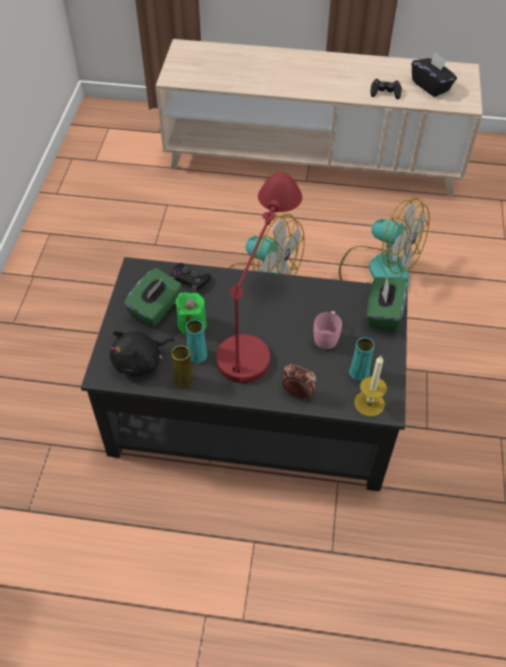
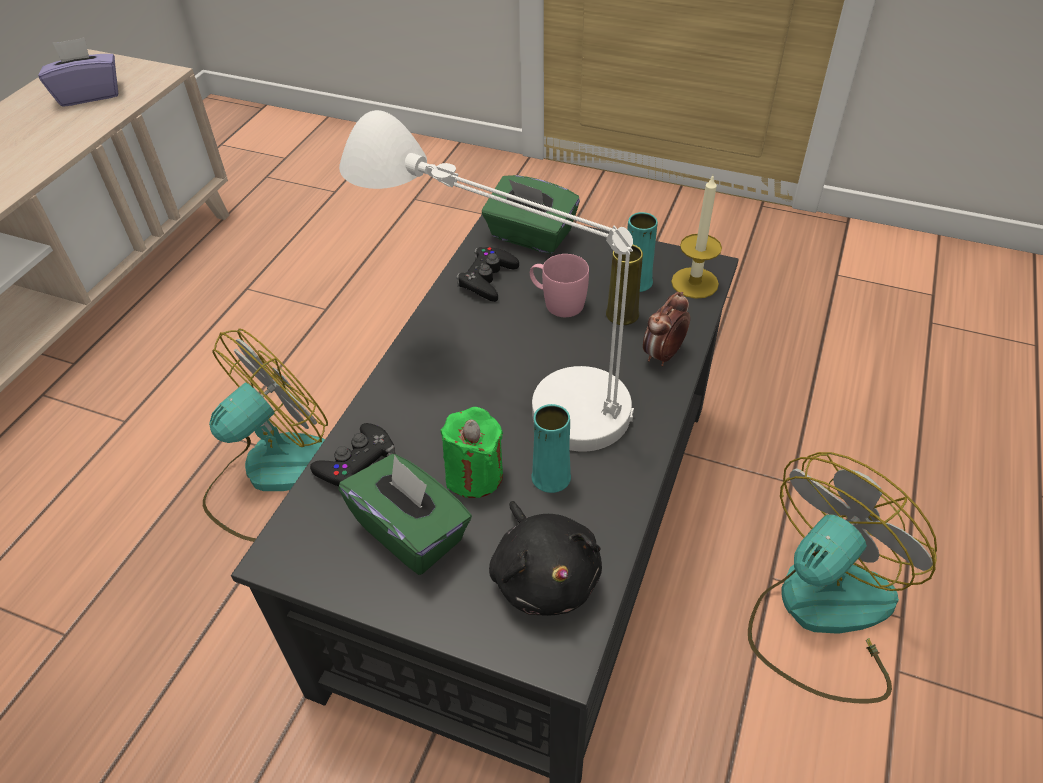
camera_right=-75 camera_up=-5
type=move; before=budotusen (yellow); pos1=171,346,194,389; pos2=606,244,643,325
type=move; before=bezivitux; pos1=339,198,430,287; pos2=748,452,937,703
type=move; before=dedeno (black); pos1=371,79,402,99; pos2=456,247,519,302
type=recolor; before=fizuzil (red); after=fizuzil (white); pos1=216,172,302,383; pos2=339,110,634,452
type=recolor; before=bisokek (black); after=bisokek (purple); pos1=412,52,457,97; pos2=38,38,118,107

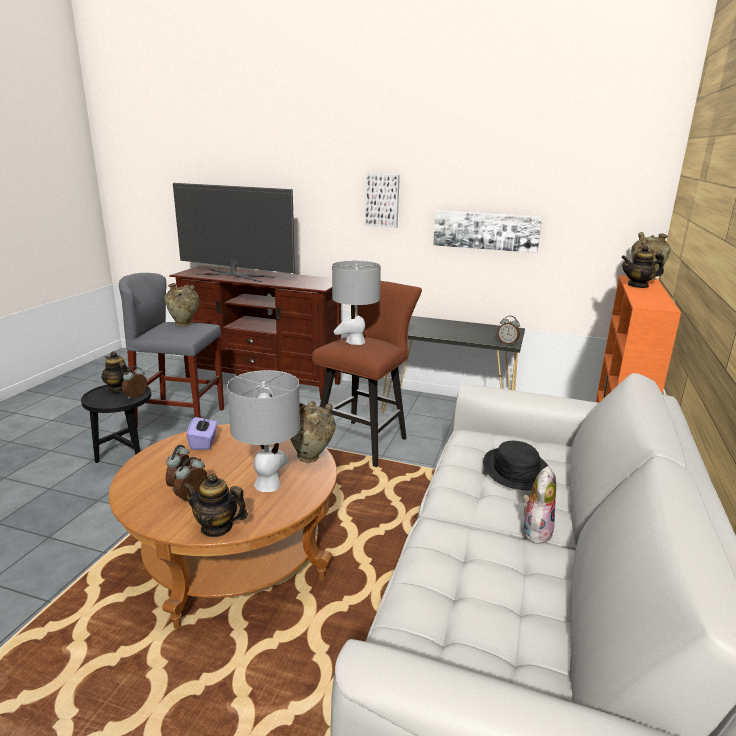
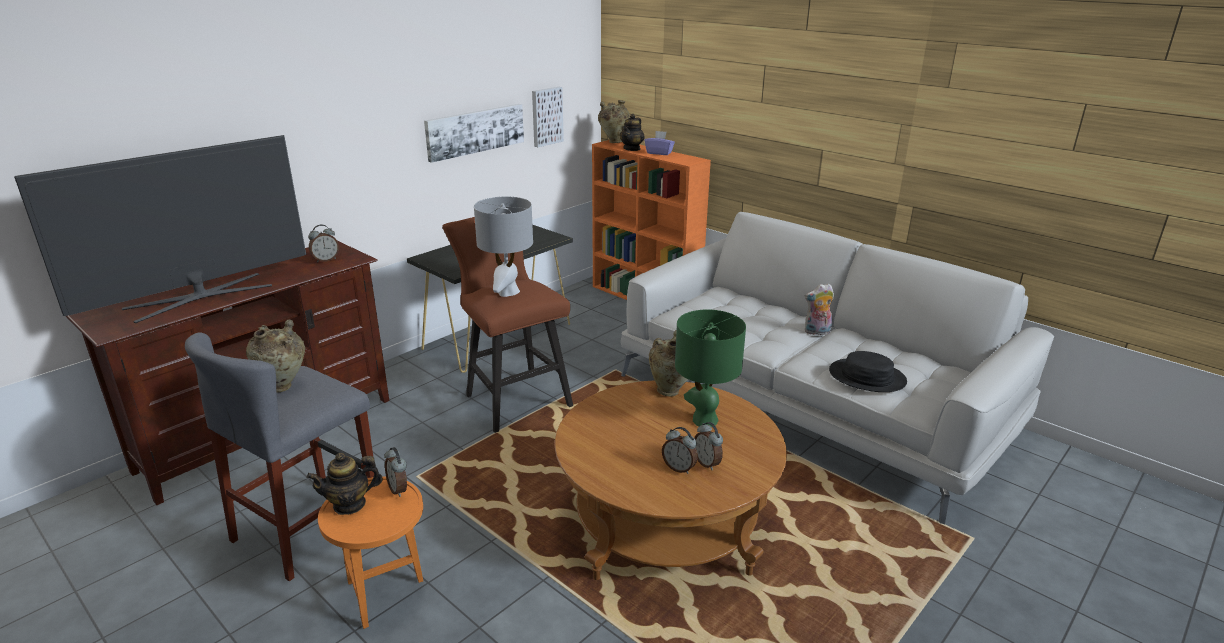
camera_right=-65 camera_up=5
type=delete; before=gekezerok; pos1=183,473,248,537
type=move; before=bisokek (purple); pos1=186,415,217,450; pos2=644,131,675,155
type=move; before=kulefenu; pos1=365,174,400,228; pos2=532,87,564,147
type=move; before=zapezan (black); pos1=483,441,548,490; pos2=829,351,907,392
type=move; before=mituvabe; pos1=497,316,520,345; pos2=308,225,339,263
type=recolor; before=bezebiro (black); after=bezebiro (orange); pos1=81,384,151,463; pos2=318,476,423,629
type=recolor; before=fizuzil (grey); after=fizuzil (green); pos1=227,370,300,492; pos2=675,309,746,427
type=rotate; before=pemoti; pos1=523,466,556,544; pos2=805,284,834,335; turn=-60

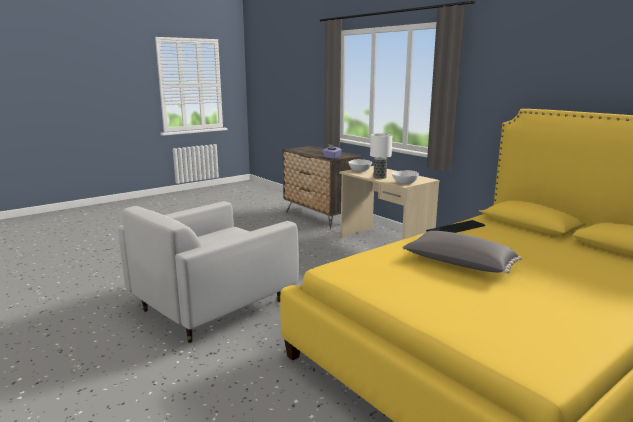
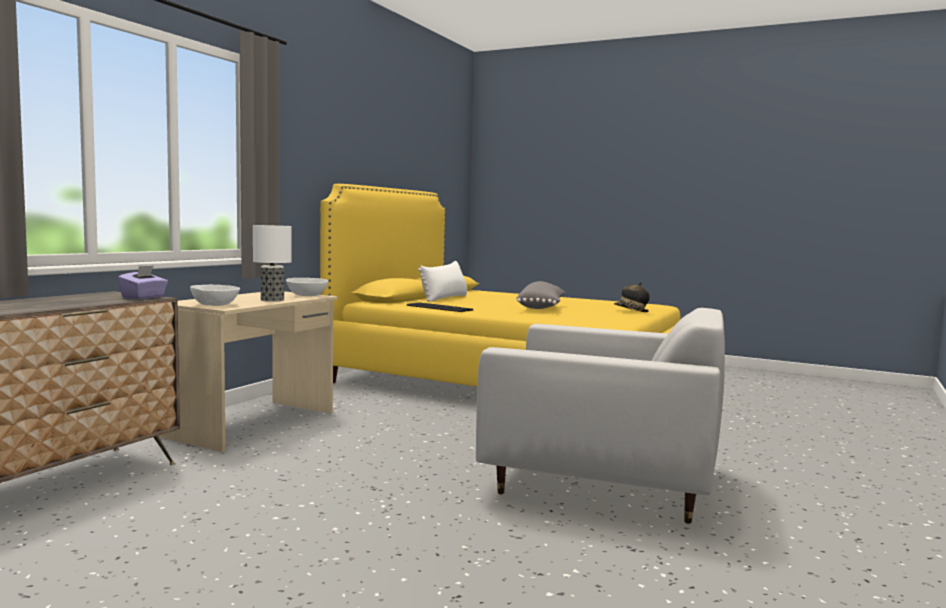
camera_right=-115 camera_up=-10
type=insert; after=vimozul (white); pos2=418,261,467,302
type=insert; after=zapezan; pos2=614,282,650,312

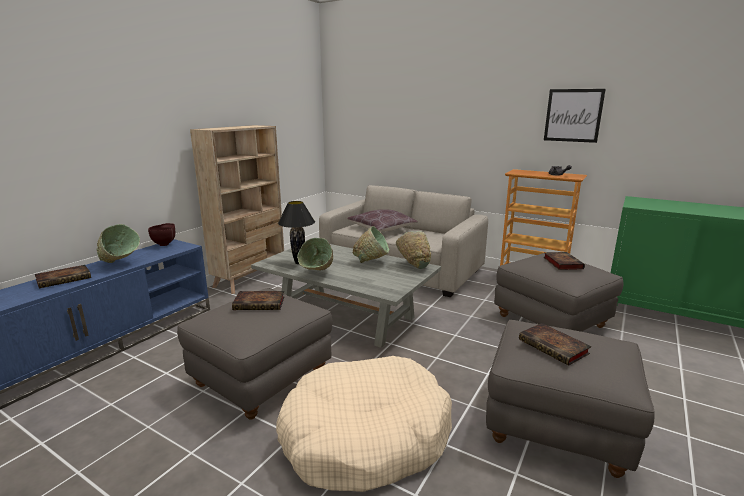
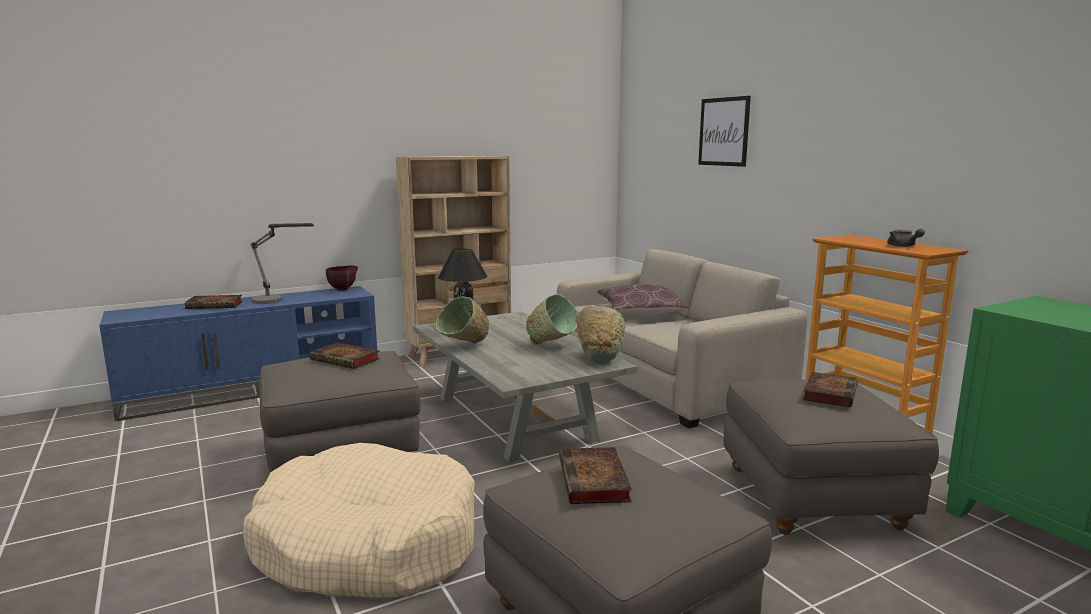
camera_right=30 camera_up=-5
type=move; before=kulefenu; pos1=544,89,606,143; pos2=698,96,751,167
type=replace; before=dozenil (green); after=fizuzil; pos1=97,224,140,263; pos2=250,223,314,304

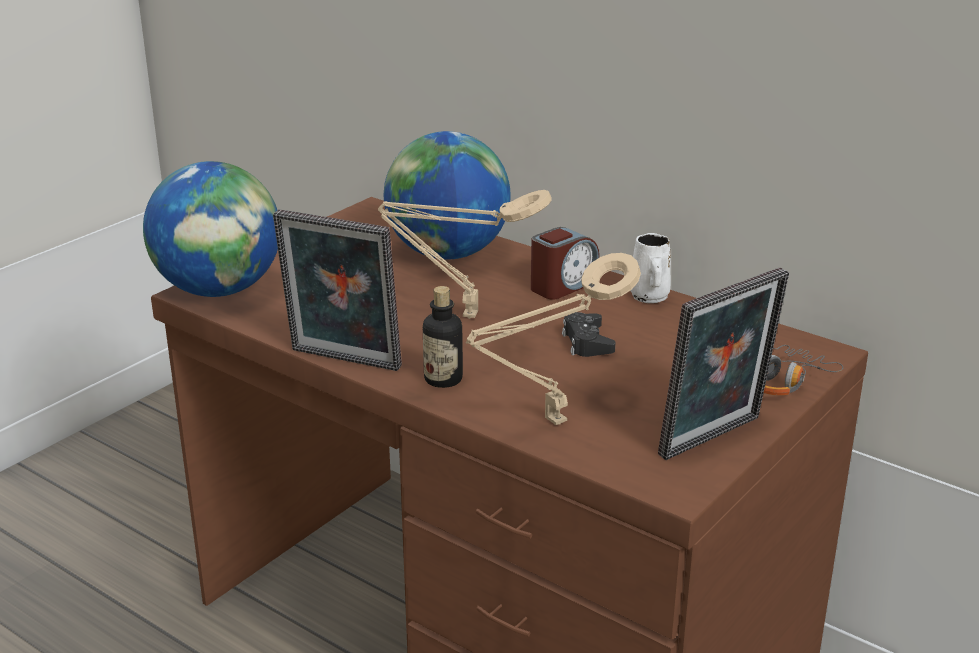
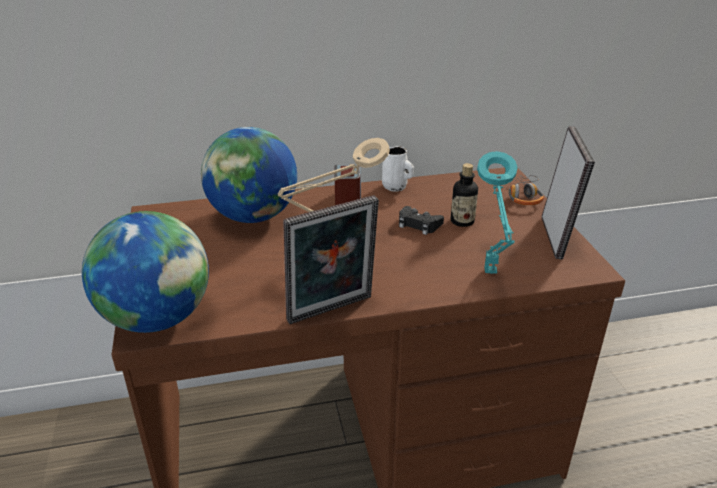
camera_right=-50 camera_up=5
type=move; before=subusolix; pos1=423,286,463,388; pos2=451,163,478,227
type=recolor; before=fizuzil (beige); after=fizuzil (turquoise); pos1=466,253,641,425; pos2=477,151,518,274

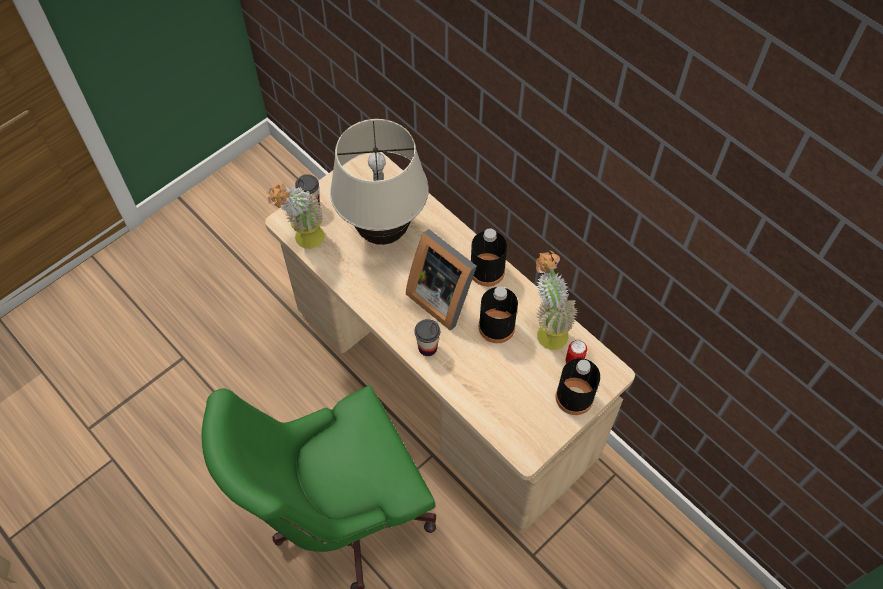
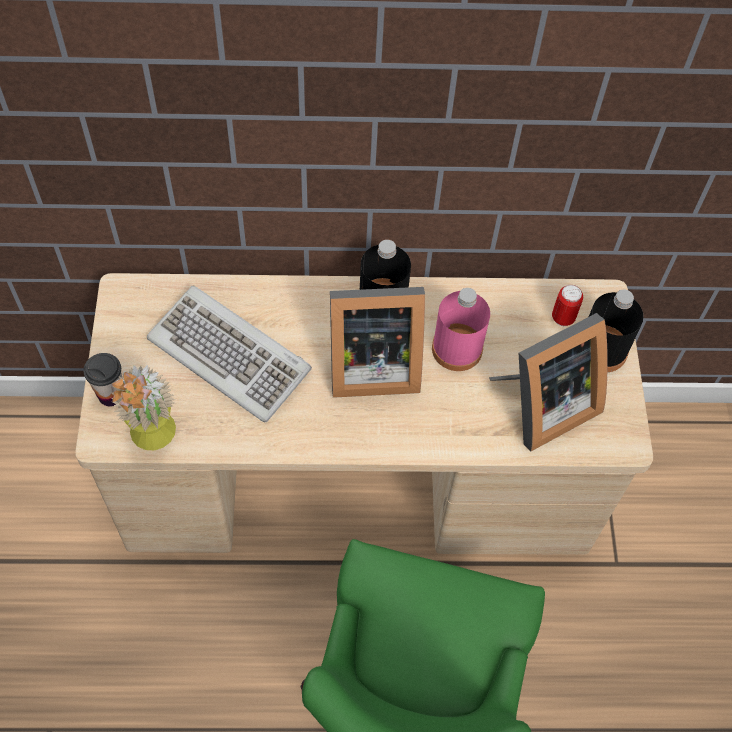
camera_right=-50 camera_up=0
type=delete; before=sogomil; pos1=414,319,440,356
type=delete; before=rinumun; pos1=536,251,578,350
type=insert; after=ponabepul; pos2=489,313,608,451
type=replace; before=fizuzil (beige); after=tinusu; pos1=330,119,429,245; pos2=147,285,312,423
type=recolor; before=subusolix (black); after=subusolix (pink); pos1=479,286,518,343; pos2=432,288,490,371

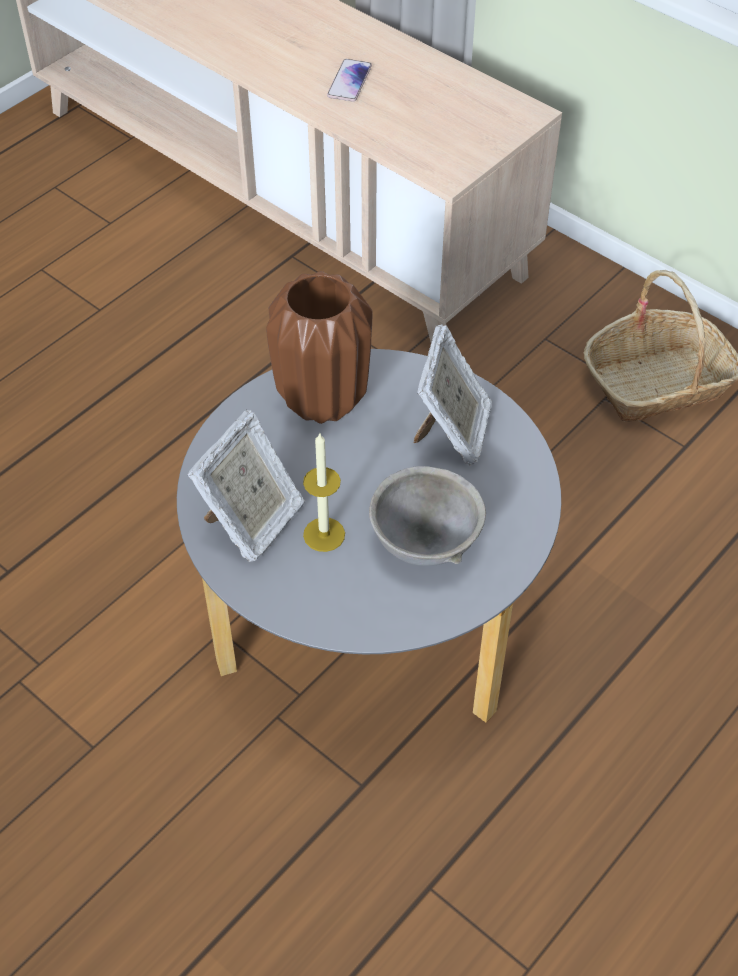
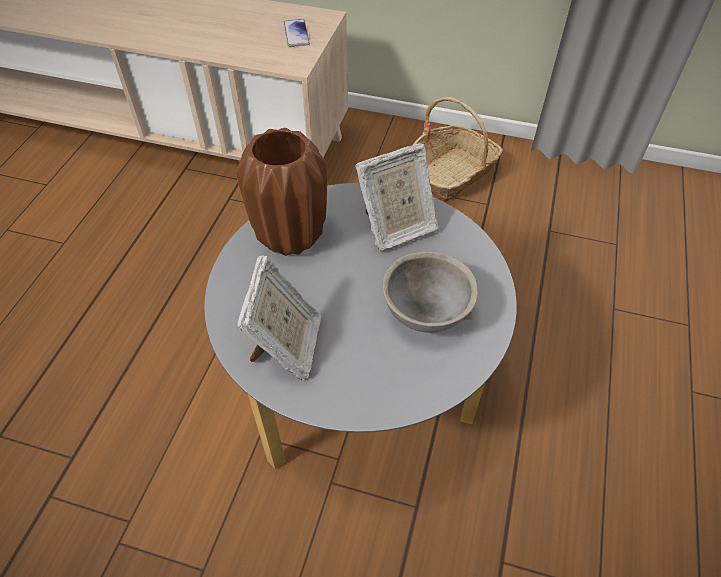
camera_right=-25 camera_up=0
type=delete; before=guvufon; pos1=303,432,345,552
type=move; before=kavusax; pos1=327,59,372,102; pos2=284,19,310,47
type=rotate; before=ponabepul; pos1=414,324,493,466; pos2=355,143,439,251; turn=75

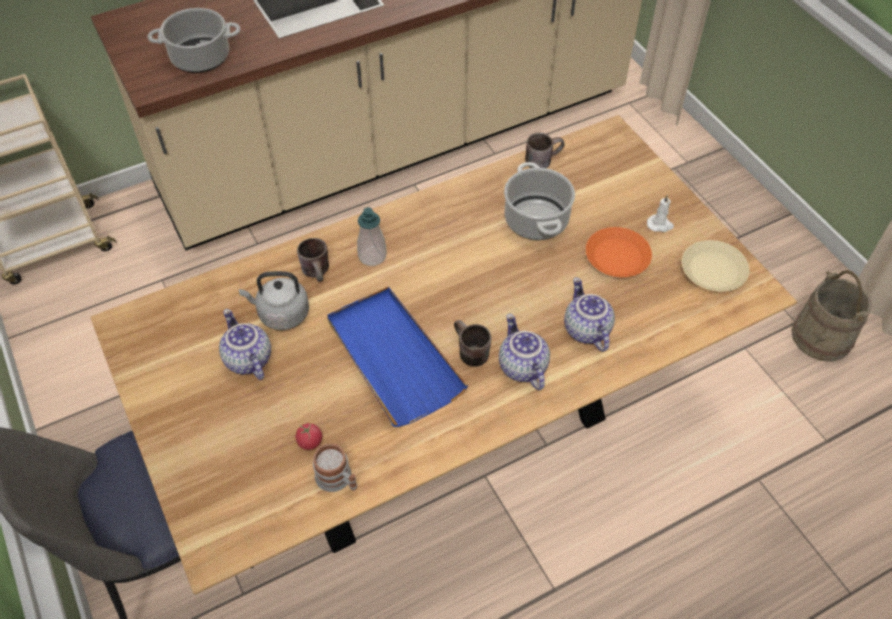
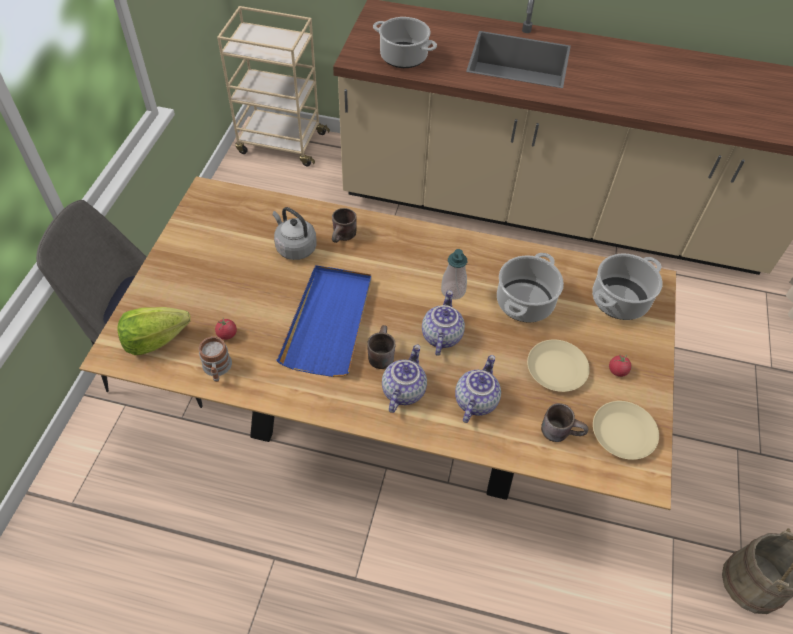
camera_right=40 camera_up=0
type=insert; after=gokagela; pos2=117,307,191,355
type=insert; after=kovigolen; pos2=592,253,662,320
type=move; before=gekezerok; pos1=219,309,271,380; pos2=422,290,465,356
type=move; before=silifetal; pos1=357,207,387,266; pos2=441,249,467,300
type=move; before=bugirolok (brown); pos1=525,133,565,168; pos2=541,403,588,442
type=replace; before=guvufon (white); after=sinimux; pos1=647,194,674,232; pos2=609,355,631,377
type=recolor; before=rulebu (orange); after=rulebu (beige); pos1=586,227,652,277; pos2=527,340,590,392

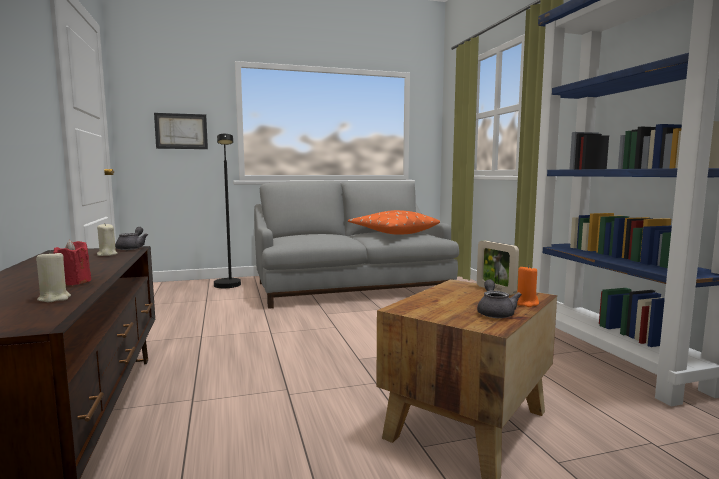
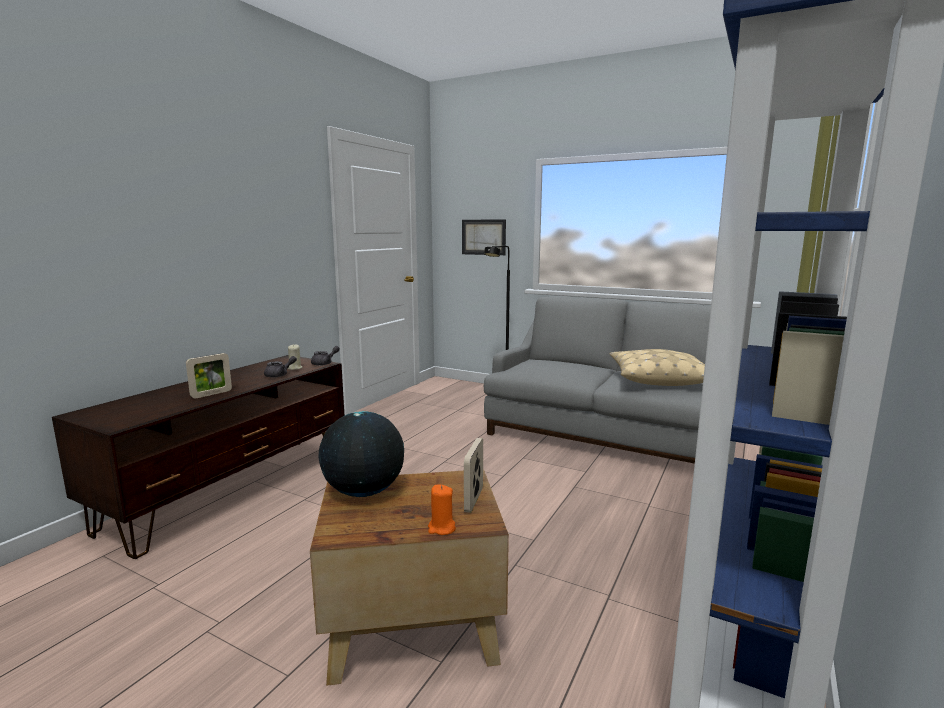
camera_right=45 camera_up=5
type=delete; before=guvufon (beige); pos1=36,250,71,302
type=insert; after=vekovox; pos2=319,411,404,497
type=move; before=gekezerok (grey); pos1=477,279,522,318; pos2=264,356,297,378
type=replace; before=guvufon (red); after=ponabepul; pos1=53,240,91,286; pos2=186,353,232,399
type=recolor; before=vimozul (orange); after=vimozul (beige); pos1=348,210,440,235; pos2=610,349,705,386

